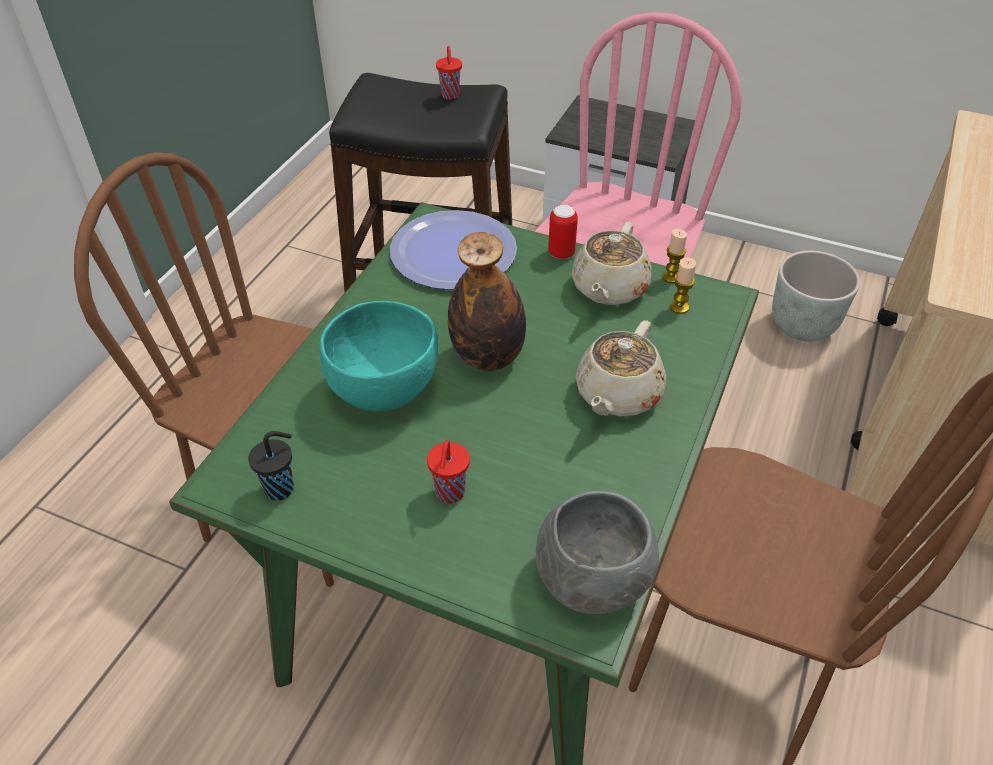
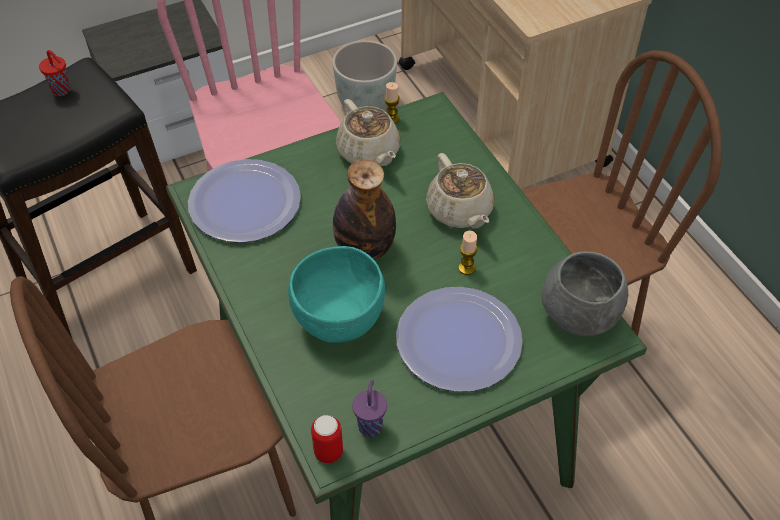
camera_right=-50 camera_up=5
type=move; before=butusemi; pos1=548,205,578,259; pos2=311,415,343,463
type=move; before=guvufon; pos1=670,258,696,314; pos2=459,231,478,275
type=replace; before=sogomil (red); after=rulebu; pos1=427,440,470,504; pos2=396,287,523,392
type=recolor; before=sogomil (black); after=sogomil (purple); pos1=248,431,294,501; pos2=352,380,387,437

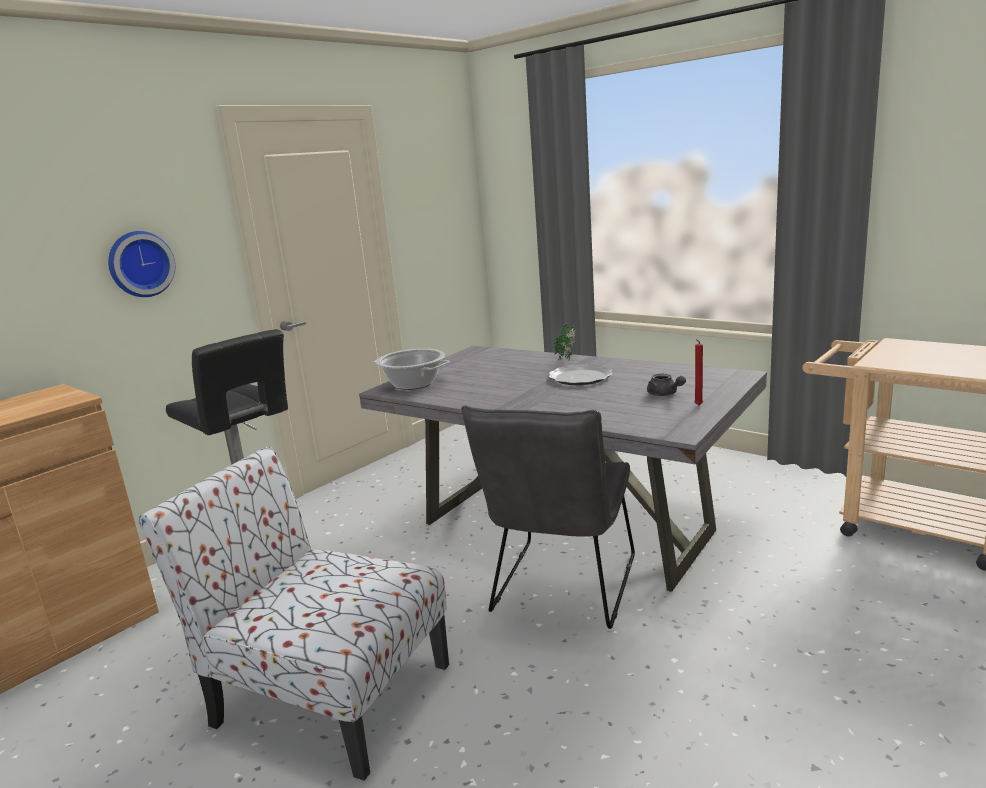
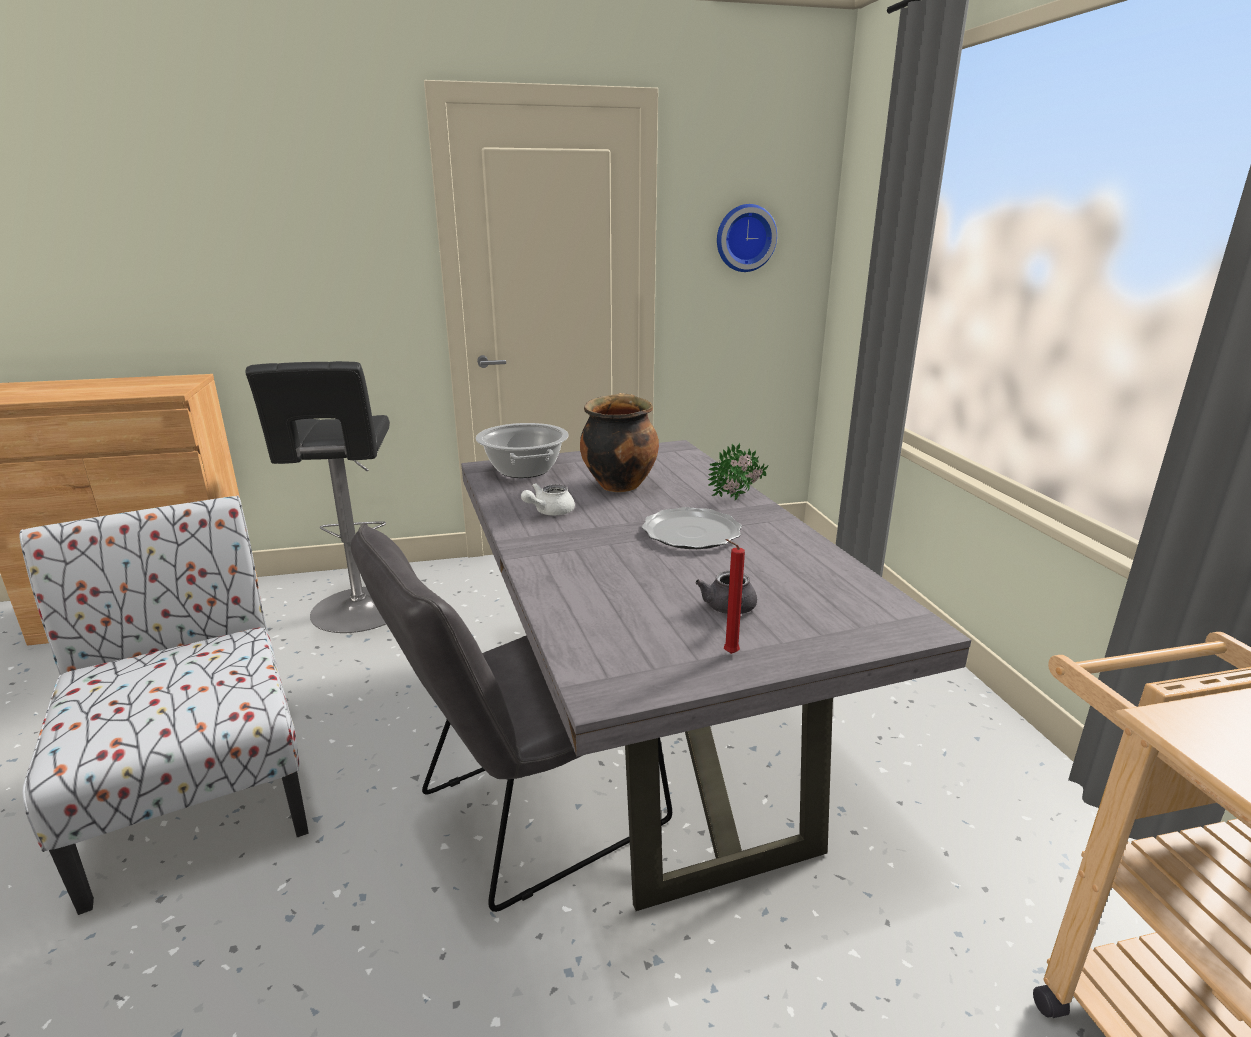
camera_right=35 camera_up=5
type=insert; after=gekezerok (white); pos2=521,483,575,516
type=insert; after=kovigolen; pos2=580,393,659,492
type=move; before=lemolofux; pos1=108,231,175,297; pos2=717,204,777,272

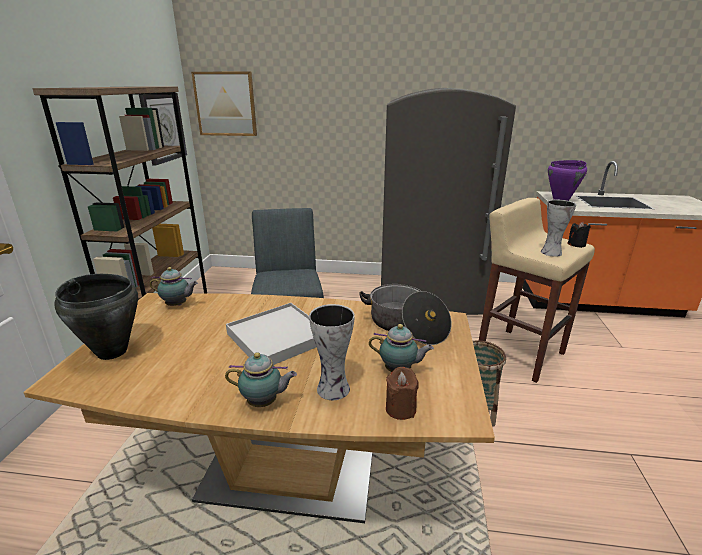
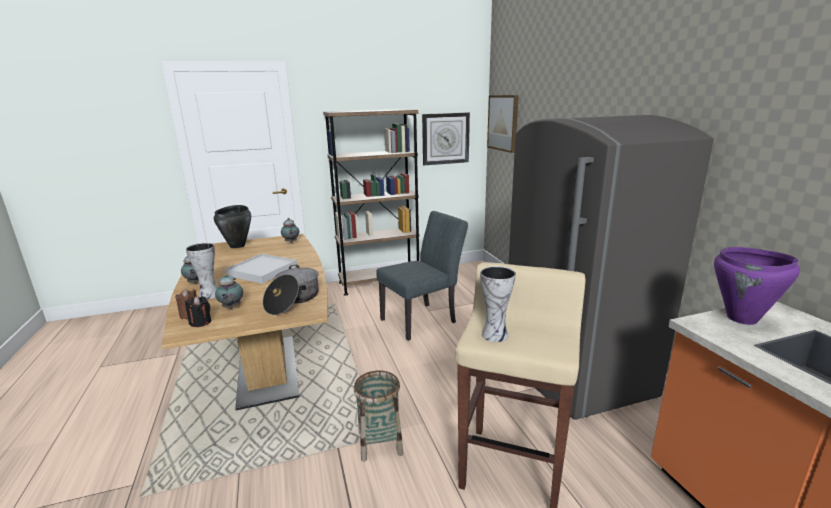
camera_right=65 camera_up=-5
type=move; before=guvufon (black); pos1=567,222,590,248; pos2=185,296,211,327

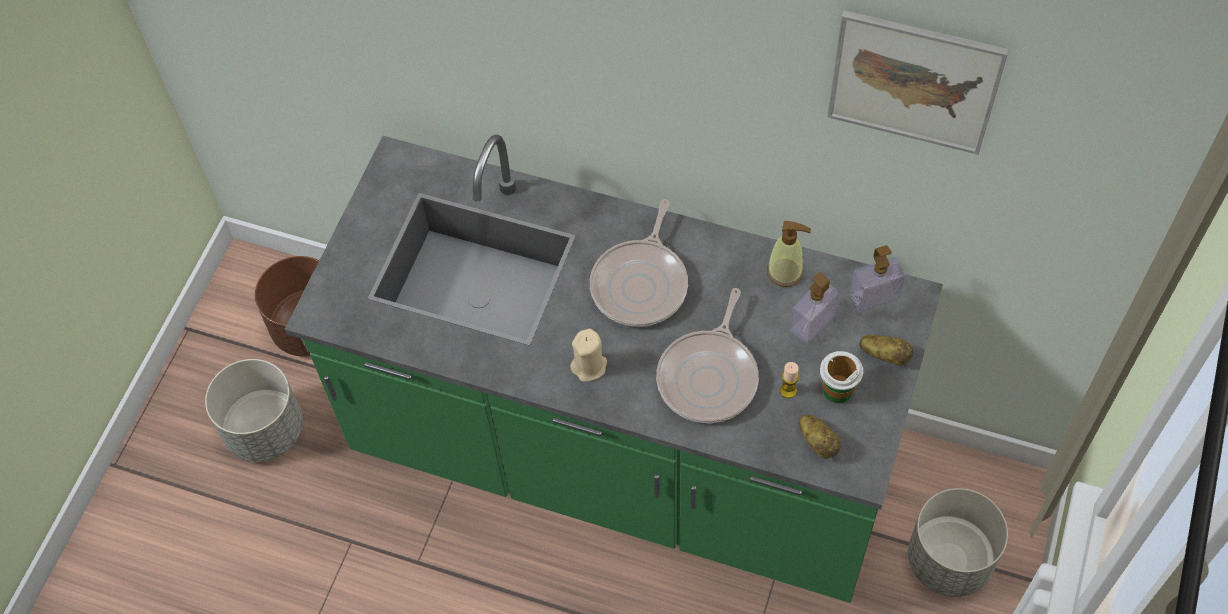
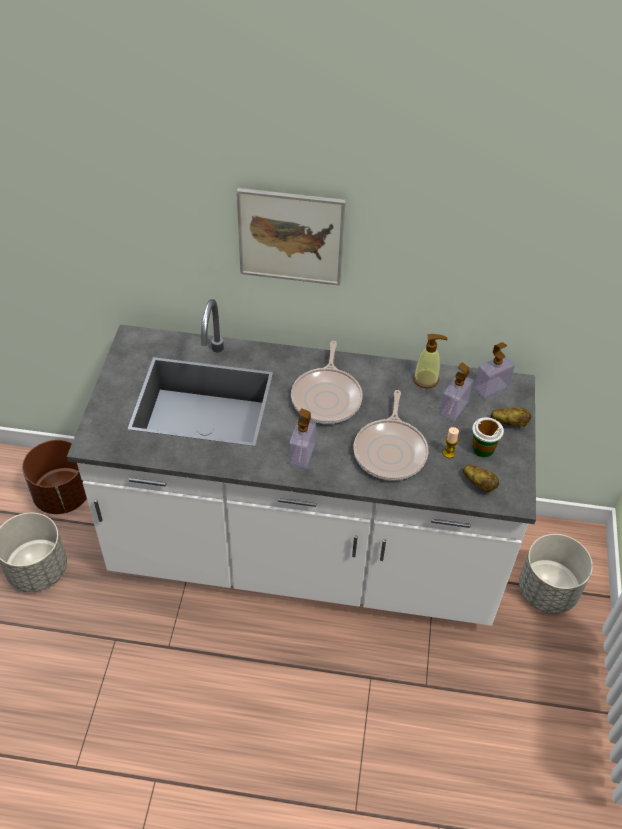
camera_right=-15 camera_up=-10
type=move; before=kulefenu; pos1=827,10,1009,155; pos2=237,188,346,286
type=replace; before=guvufon (beige); after=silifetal; pos1=570,329,607,382; pos2=289,408,316,468
type=recolor; before=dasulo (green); after=dasulo (white); pos1=285,134,943,603; pos2=67,299,536,626

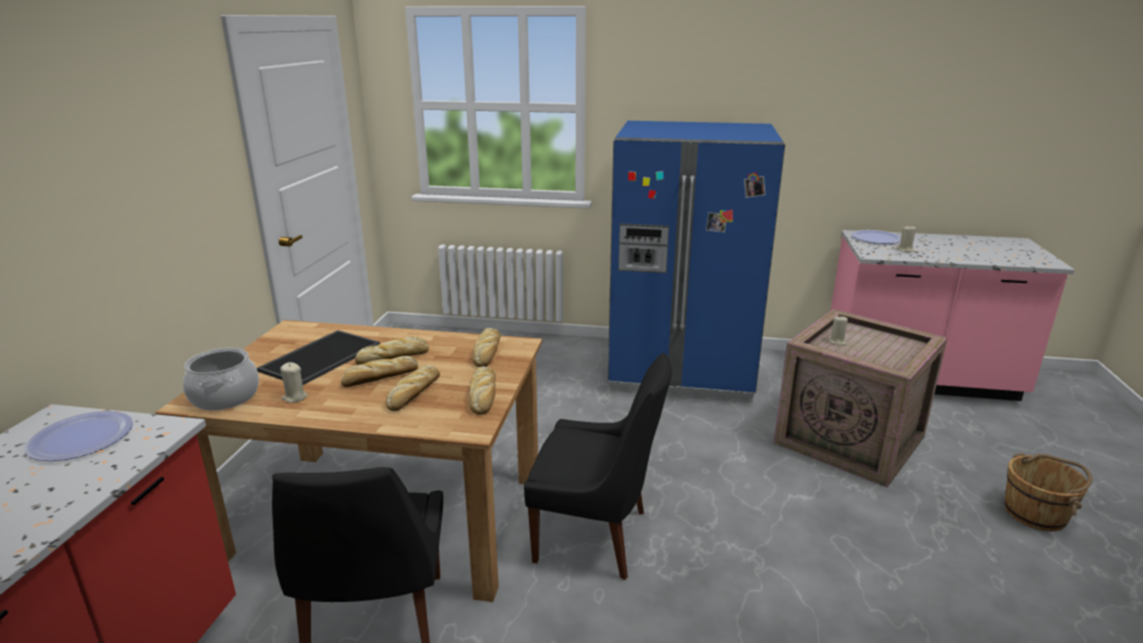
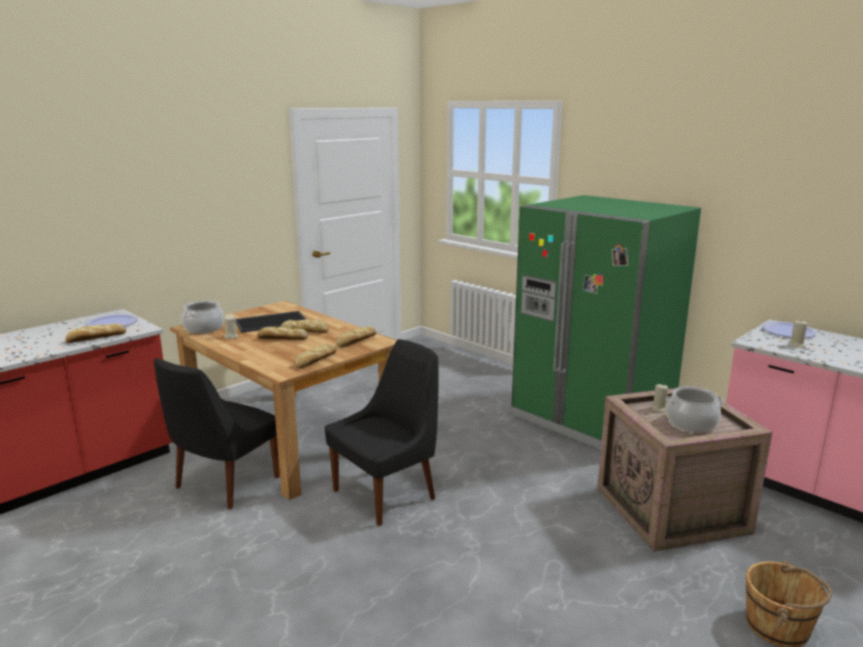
camera_right=35 camera_up=-5
type=insert; after=kovigolen; pos2=666,386,724,432
type=move; before=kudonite; pos1=386,365,440,411; pos2=65,323,126,343
type=recolor; before=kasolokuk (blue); after=kasolokuk (green); pos1=608,121,785,402; pos2=511,195,701,449
type=rotate; before=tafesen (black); pos1=524,352,672,580; pos2=325,339,439,526; turn=-90

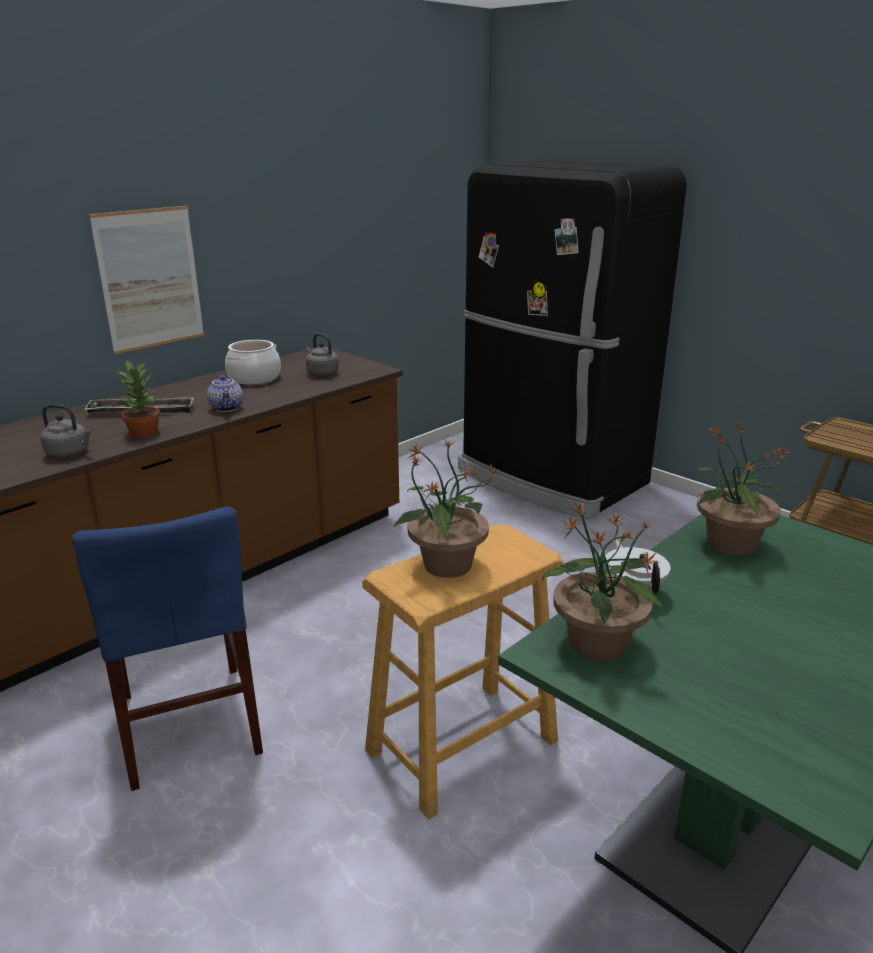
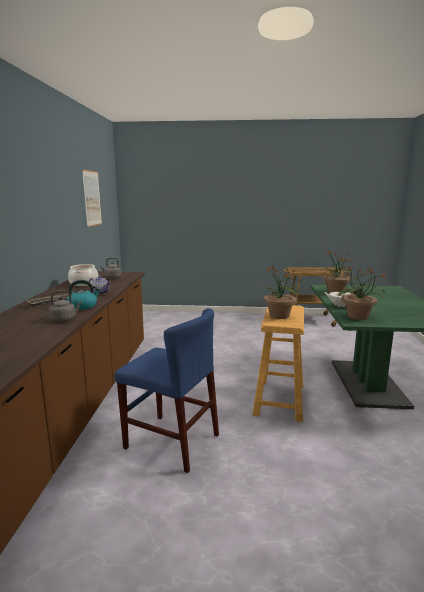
camera_right=-40 camera_up=-10
type=delete; before=kasolokuk (black); pos1=458,159,687,519
type=move; before=kulefenu; pos1=89,206,204,354; pos2=82,169,102,227
type=replace; before=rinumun; after=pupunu; pos1=117,360,160,438; pos2=67,280,101,310

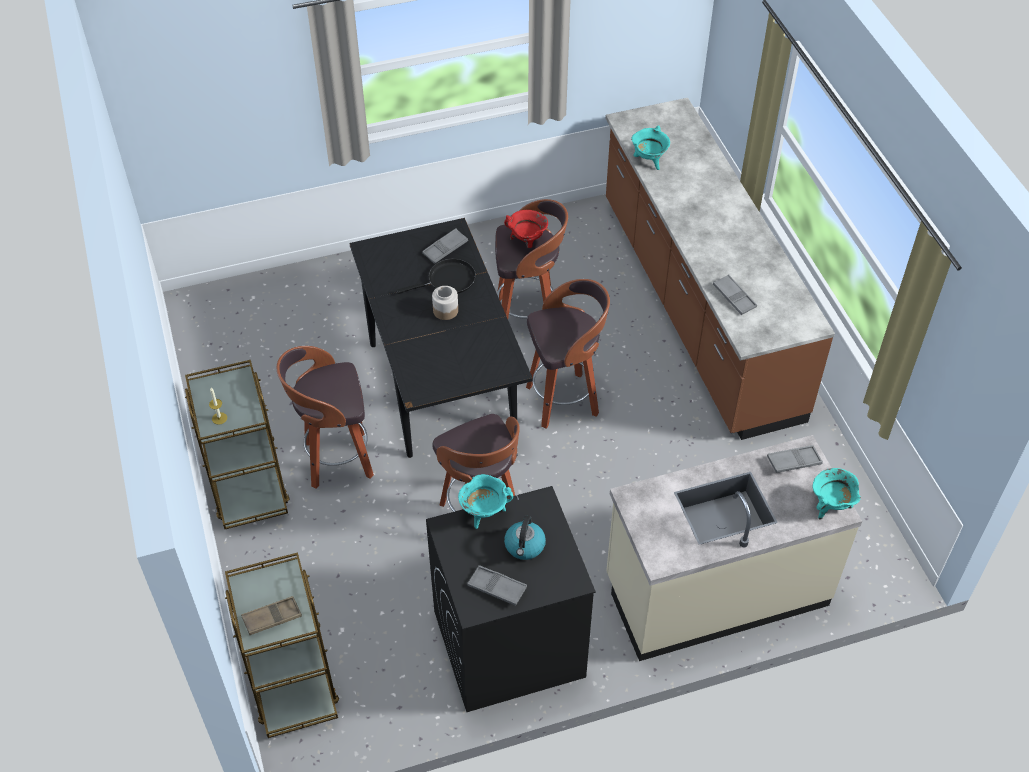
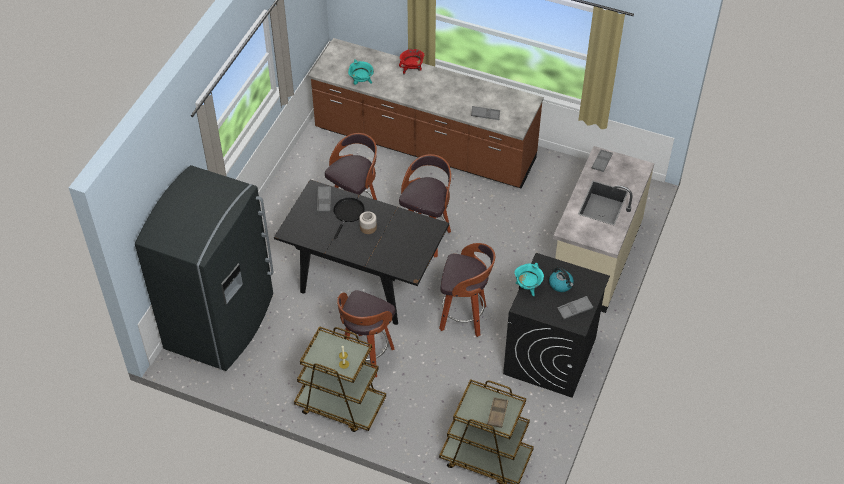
camera_right=-50 camera_up=0
type=delete; before=kovigolen (turquoise); pos1=812,468,861,520
type=insert; after=kasolokuk (grey); pos2=135,165,274,371
type=move; before=kovigolen (red); pos1=504,210,548,248; pos2=399,49,424,75

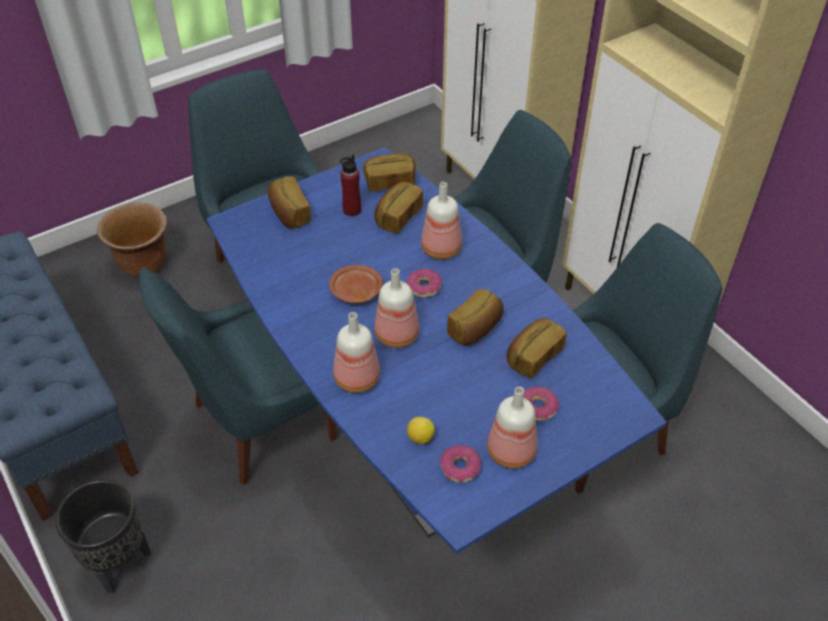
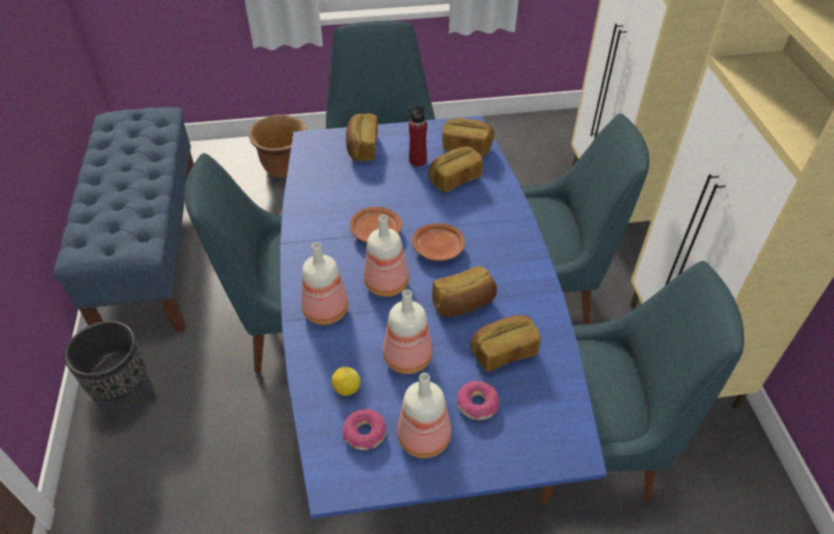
camera_right=25 camera_up=0
type=move; before=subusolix; pos1=421,182,462,259; pos2=383,289,432,374
type=replace; before=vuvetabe; after=rulebu (brown); pos1=407,269,442,298; pos2=412,223,465,261

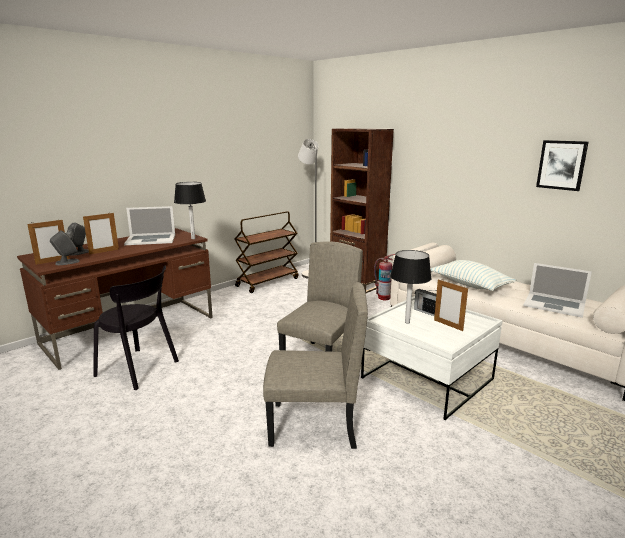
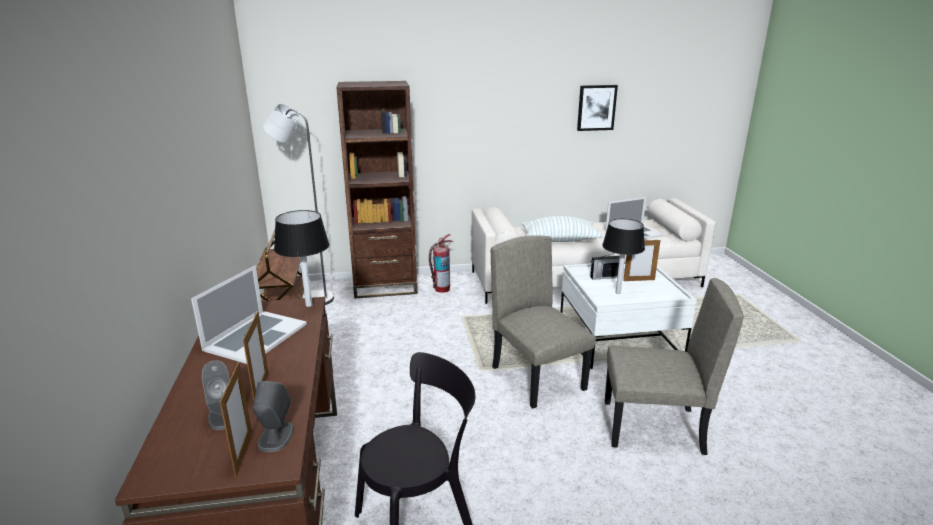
camera_right=-55 camera_up=5
type=rotate; before=tafesen (beige); pos1=263,282,368,449; pos2=605,278,744,455; turn=60

